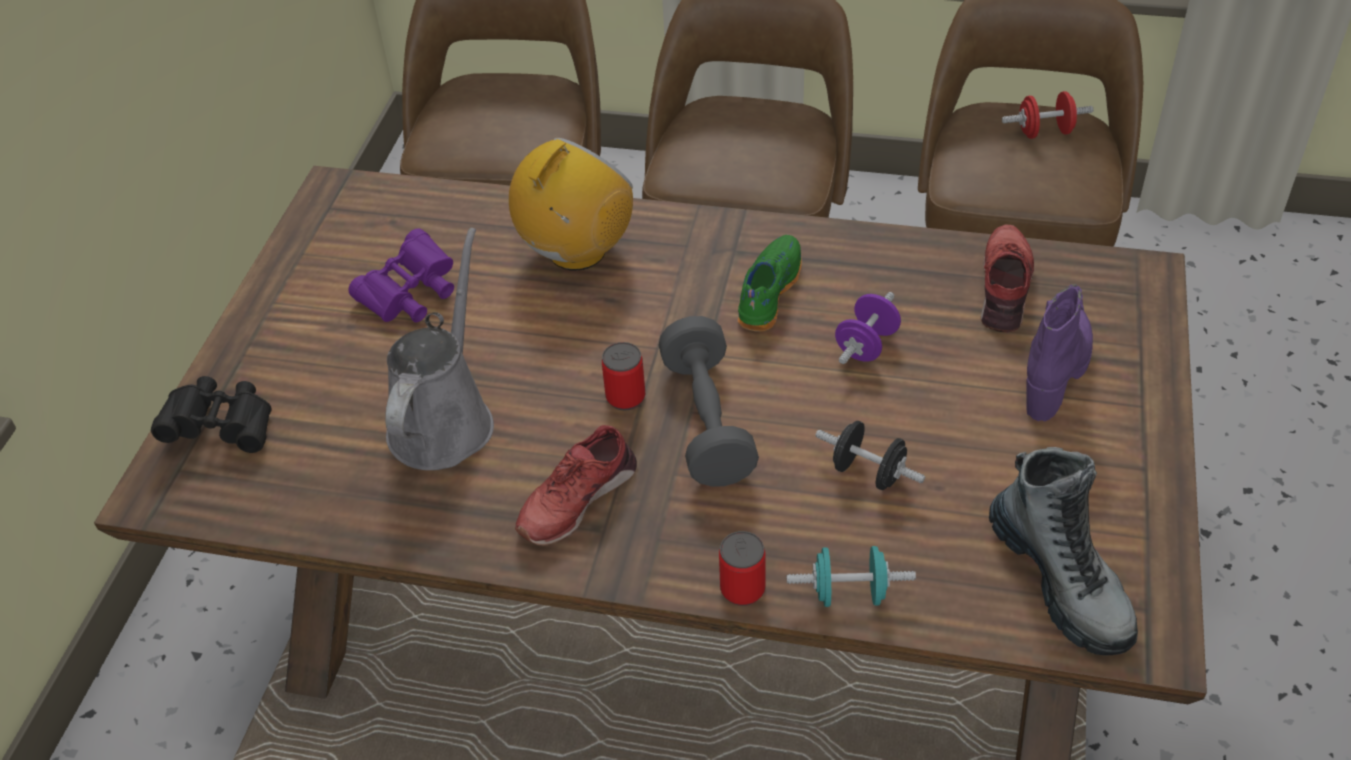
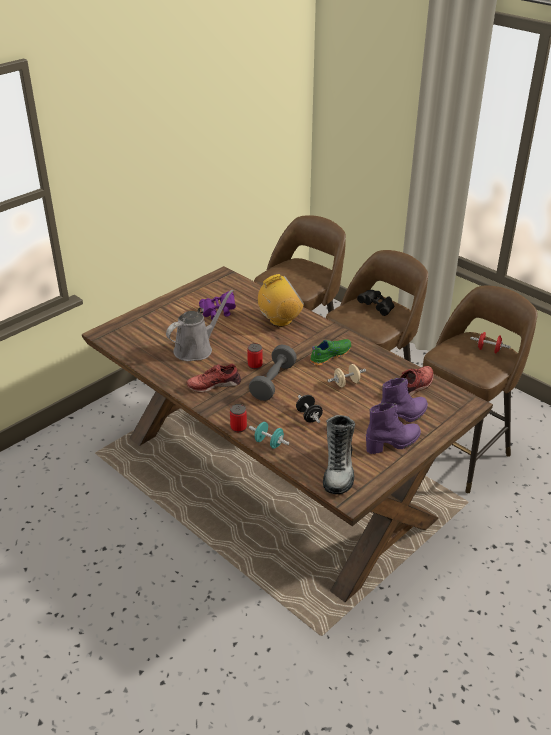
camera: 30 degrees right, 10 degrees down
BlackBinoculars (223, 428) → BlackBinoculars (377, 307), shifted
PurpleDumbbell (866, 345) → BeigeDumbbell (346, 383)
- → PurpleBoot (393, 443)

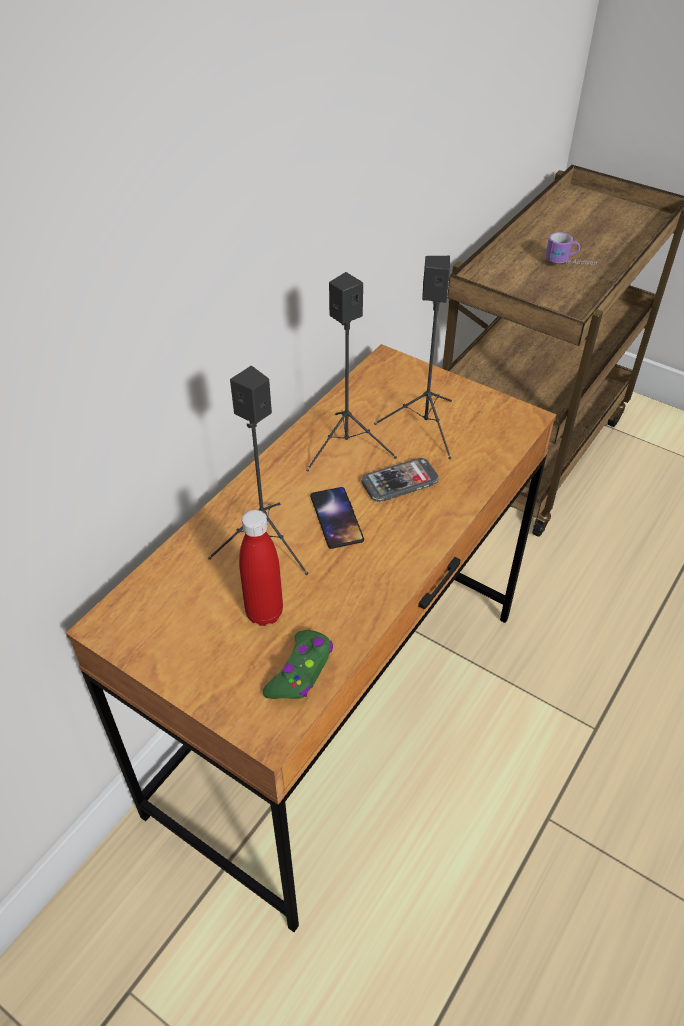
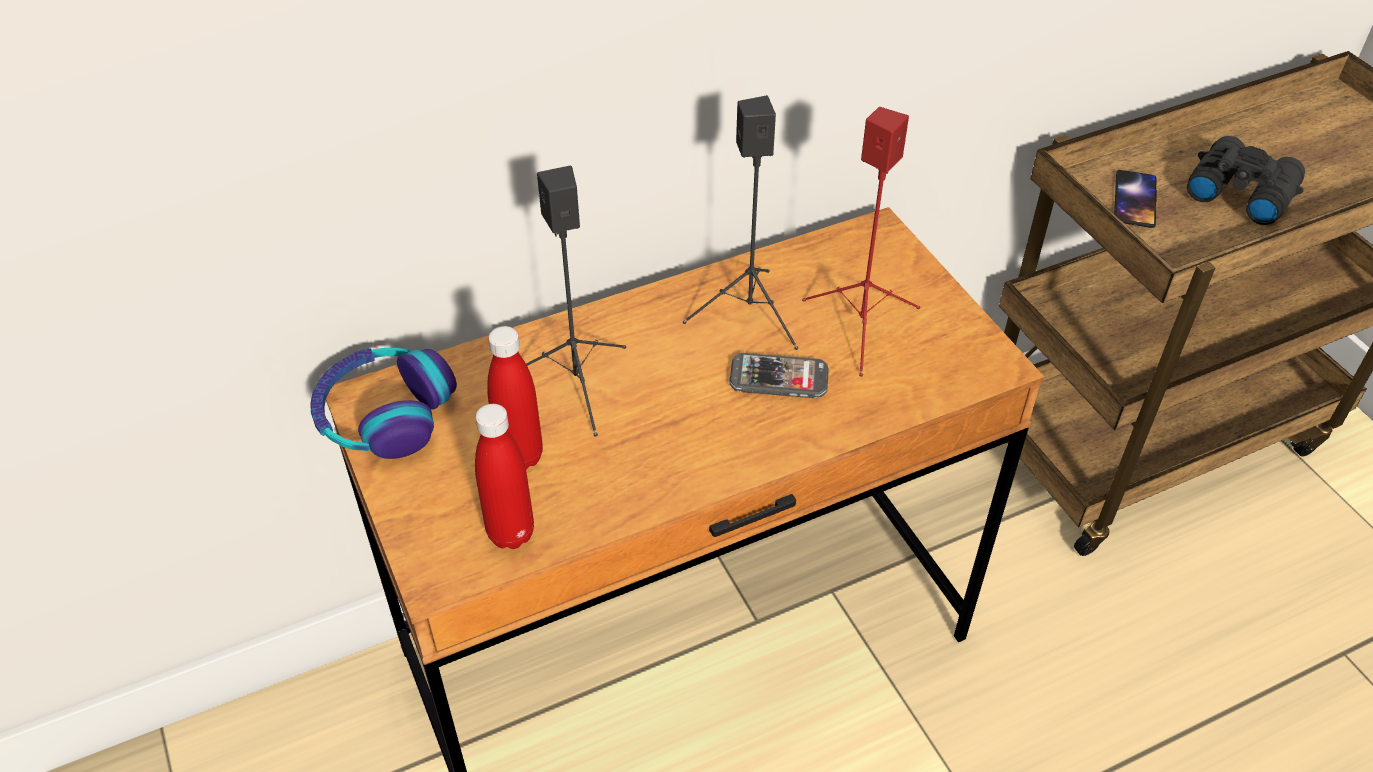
camera: 30 degrees right, 0 degrees up
GreenGameController (300, 671) → RedBottle (511, 533)
Phone (336, 518) → Phone (1135, 199), shifted
BlackSpeaker (425, 426) → RedSpeaker (862, 326)
Mug (570, 264) → BlackBinoculars (1239, 191)
- → Headphones (384, 414)

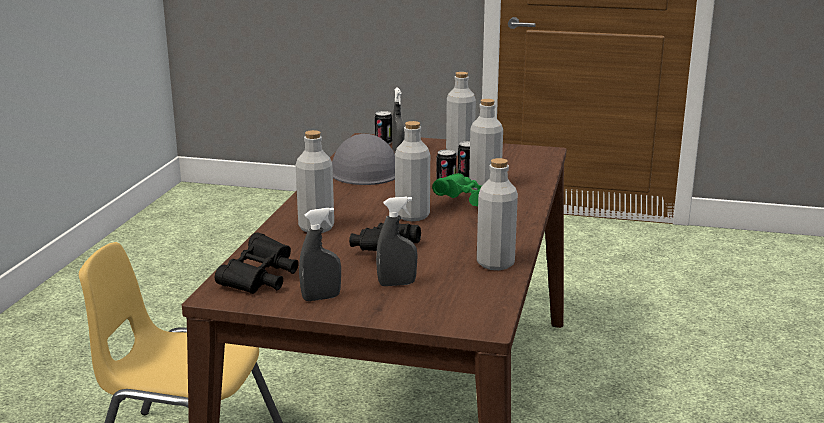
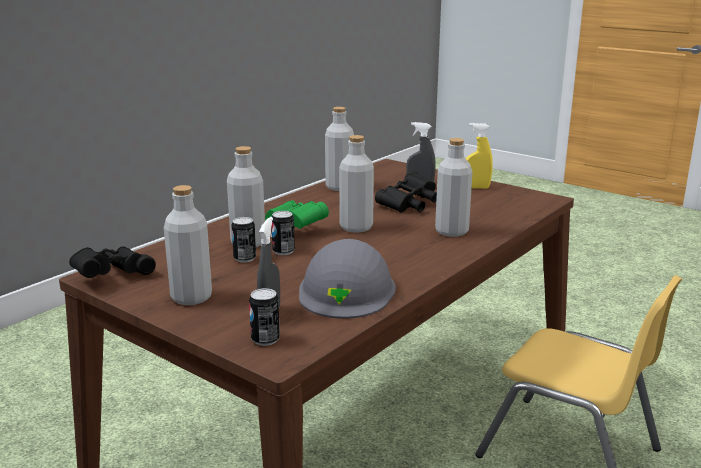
camera: 155 degrees left, 0 degrees up
BlackBinoculars (260, 280) → BlackBinoculars (111, 276), shifted
GreySprayBottle (321, 298) → YellowSprayBottle (476, 187)

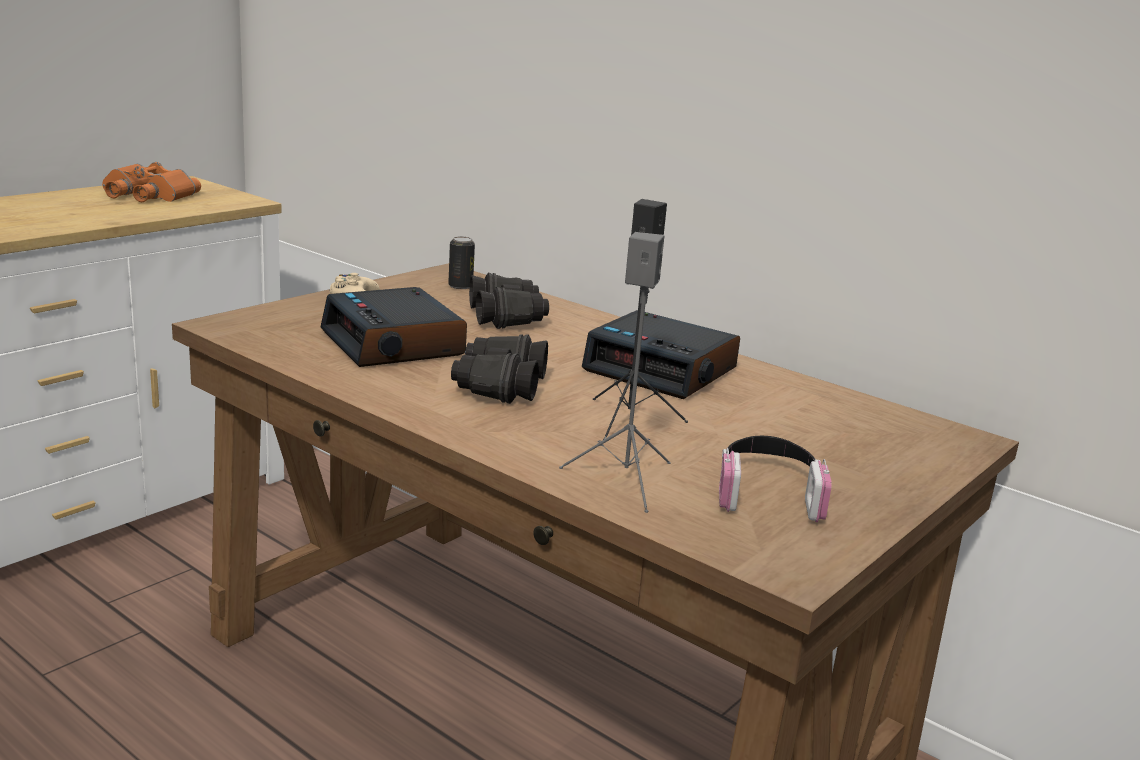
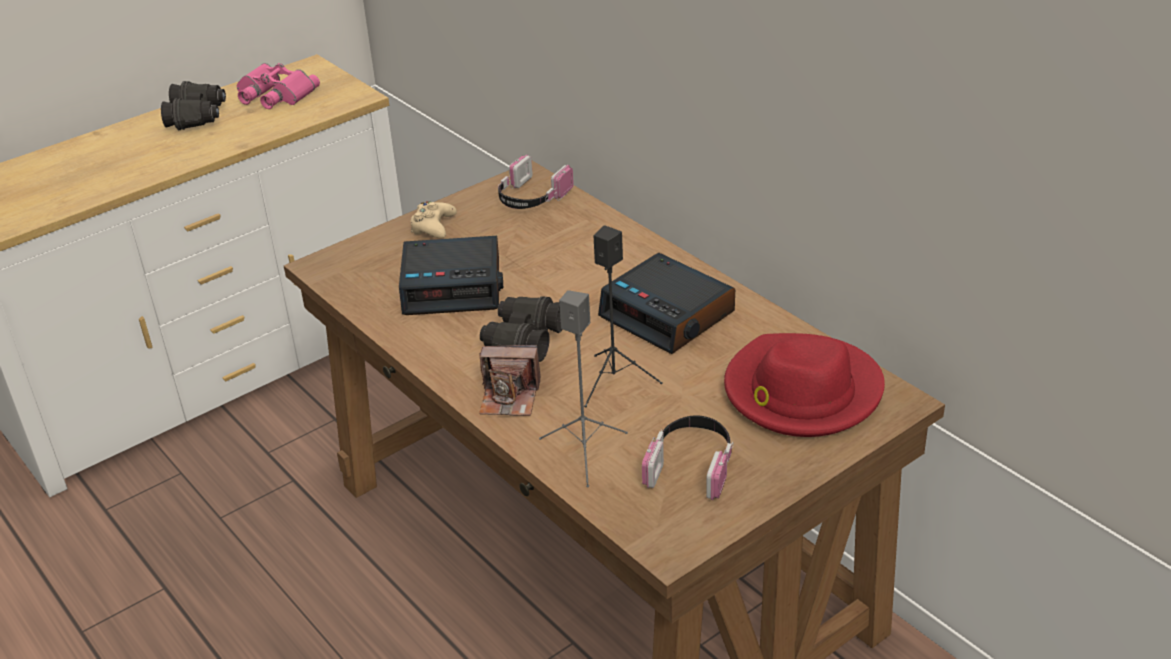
camera: 15 degrees right, 15 degrees up
OrangeBinoculars (146, 195) → PinkBinoculars (274, 95)
AlarmClock (394, 343) → AlarmClock (453, 286), 75 degrees counterclockwise
Can (460, 286) → Headphones (531, 198)
BlackBinoculars (507, 317) → BlackBinoculars (197, 117), shifted
- → PhotoCamera (510, 397)
- → RedHat (801, 391)

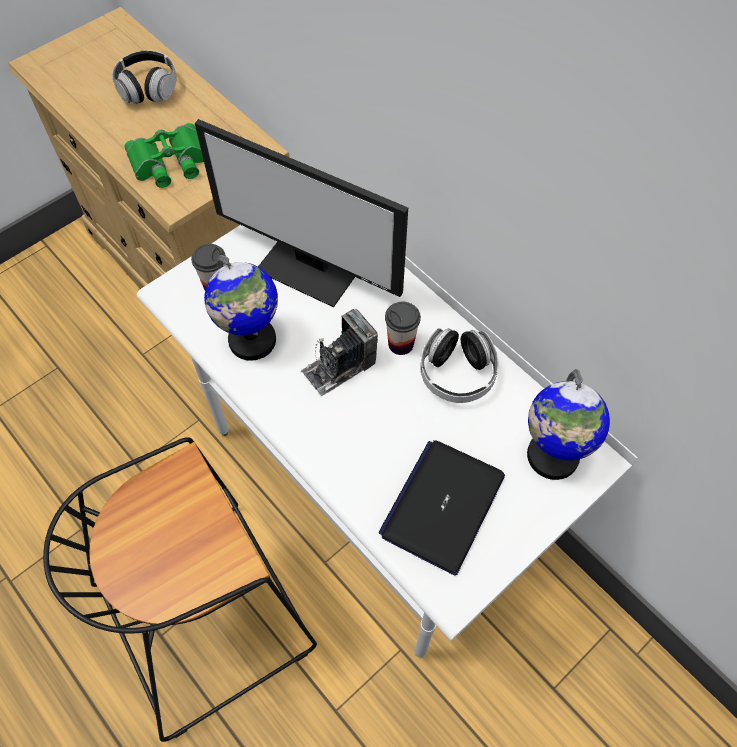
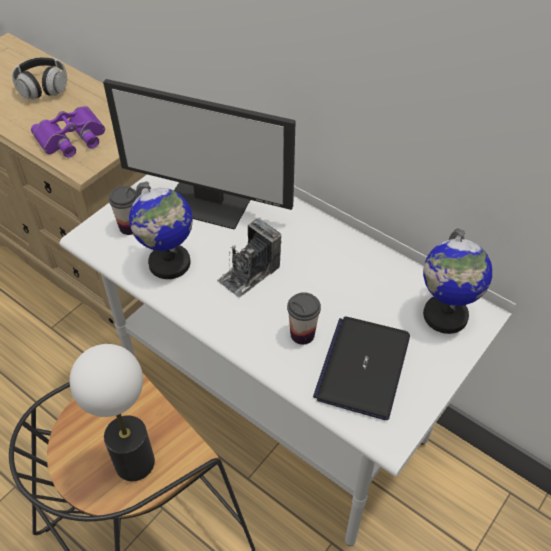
camera: 10 degrees left, 10 degrees down
GreenBinoculars (170, 163) → PurpleBinoculars (72, 138)
Cup (401, 344) → Cup (302, 334), shifted
Headphones (457, 375) → -
- → TableLamp (134, 463)

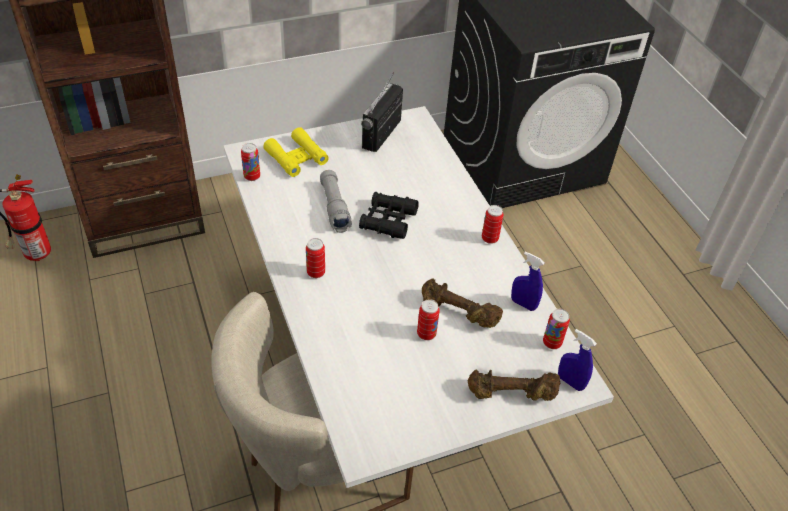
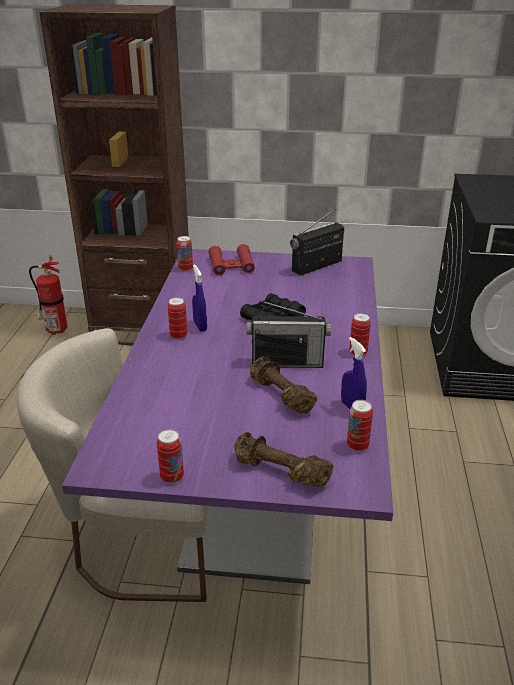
camera: 30 degrees right, 15 degrees down
WhiteDiningTable (386, 373) → PurpleDiningTable (256, 490)
YellowBinoculars (296, 157) → RedBinoculars (231, 265)
GreyFlashlight (334, 207) → -
Can (426, 334) → Can (172, 477), shifted
BlueSprayBottle (570, 382) → BlueSprayBottle (200, 326), shifted
- → Radio (287, 362)

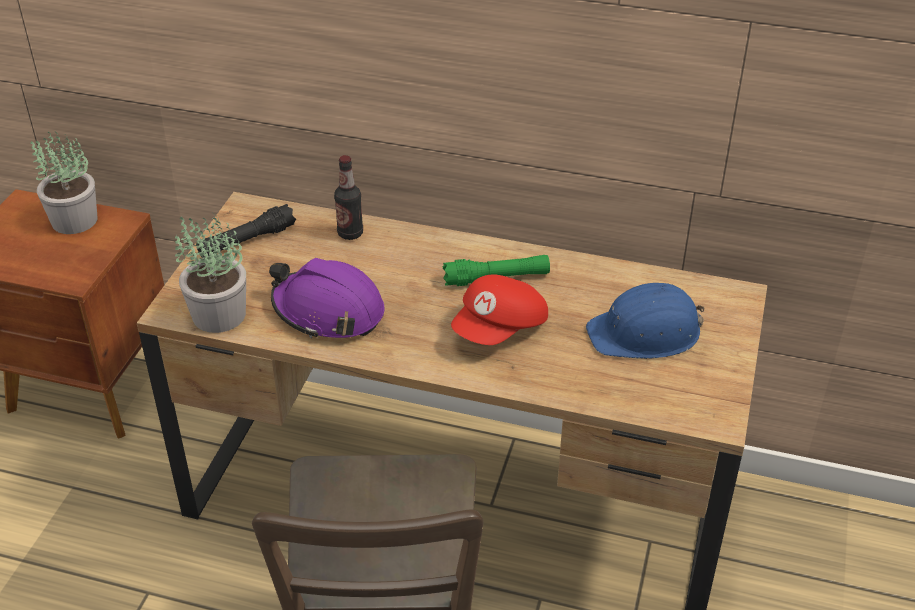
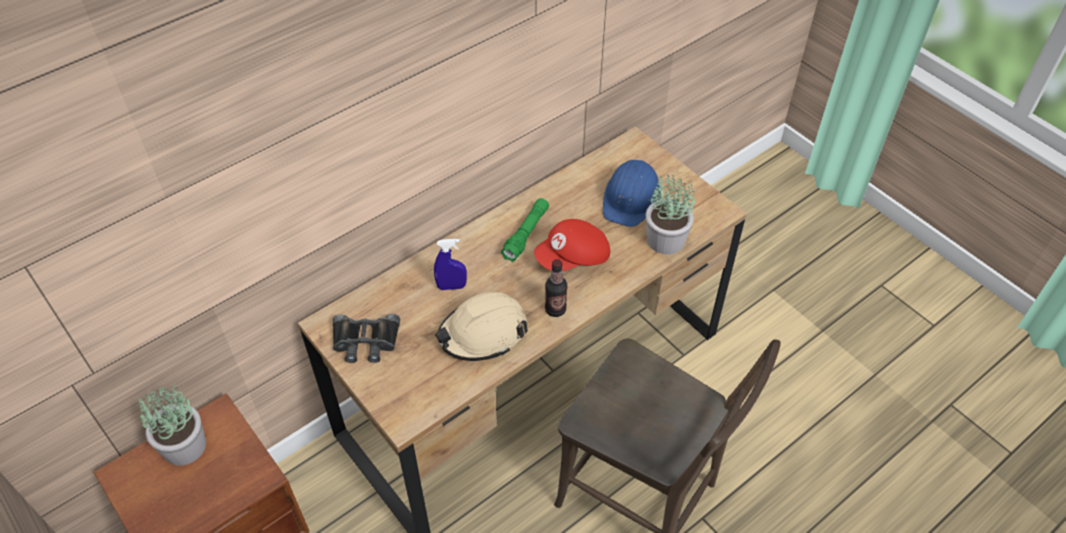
camera: 55 degrees left, 10 degrees up
PottedPlant (217, 315) → PottedPlant (665, 240), shifted
BlackFlashlight (247, 241) → BlackBinoculars (365, 342)
PurpleHardHat (328, 311) → BeigeHardHat (483, 333)
Bottle (350, 233) → Bottle (555, 309), shifted
RedCap (500, 329) → RedCap (573, 258), 75 degrees clockwise
- → BlueSprayBottle (451, 286)

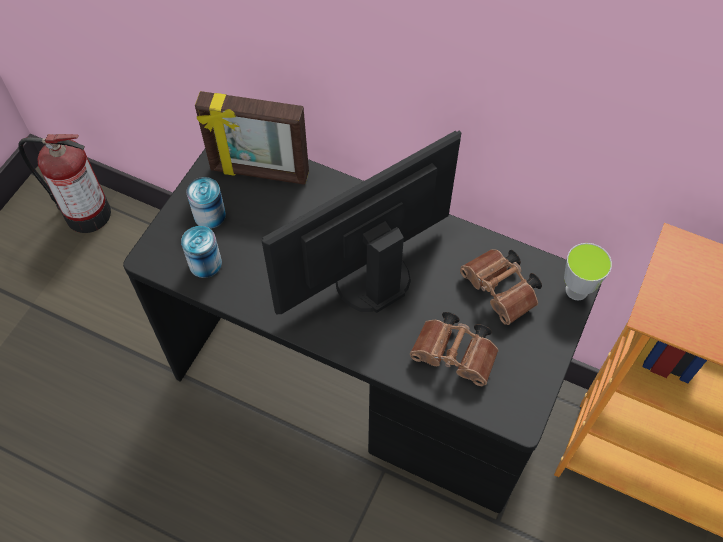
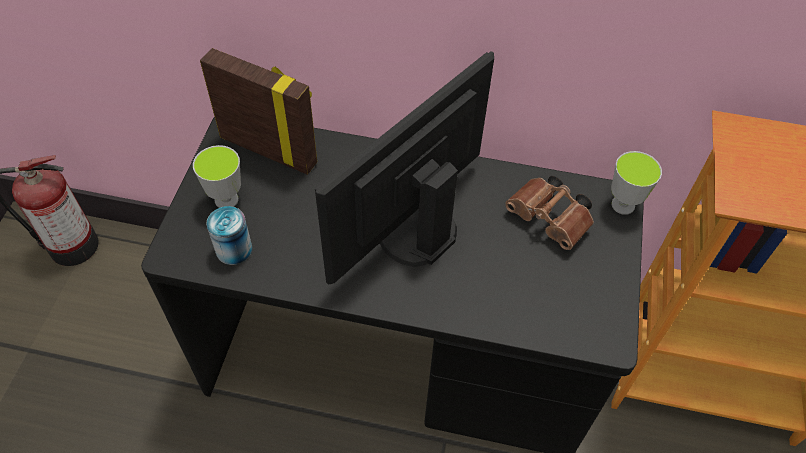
camera: 15 degrees left, 5 degrees down
Can (209, 215) → Cup (226, 200)
PictureFrame (259, 173) → PictureFrame (269, 149), 150 degrees counterclockwise
BrownBinoculars (457, 356) → -

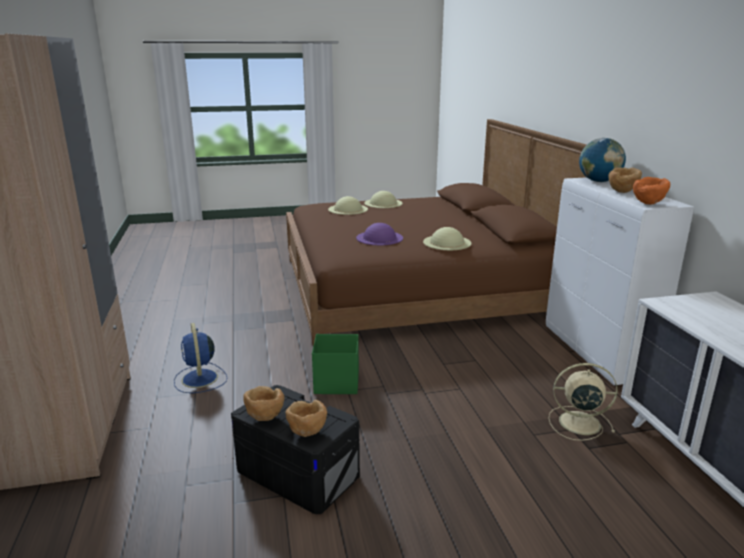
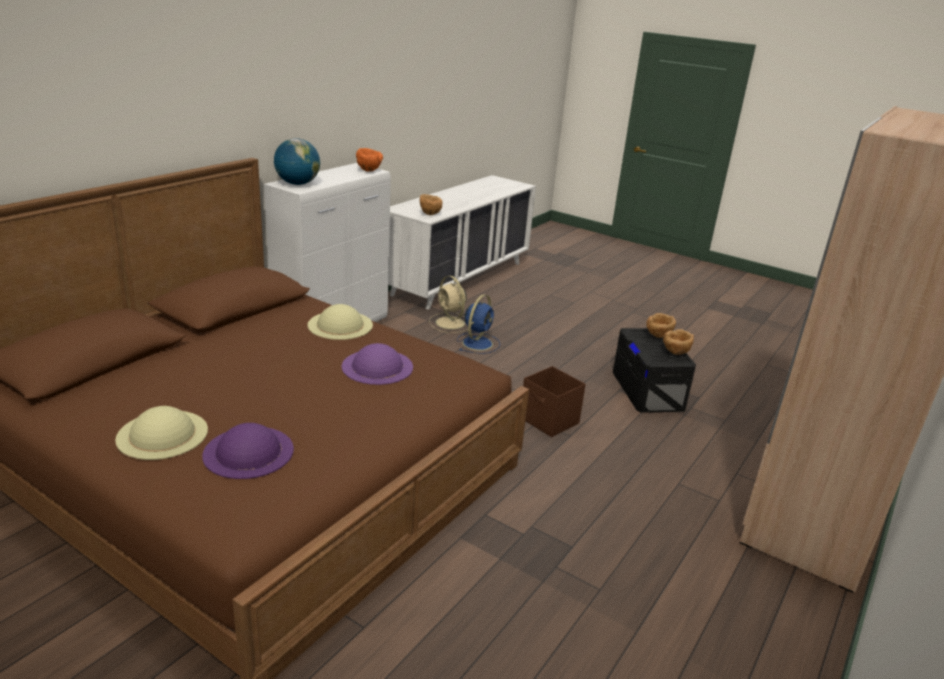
camera: 135 degrees left, 5 degrees up
BlueFan (200, 379) → BlueFan (478, 343), shifted
GreenStorageBox (336, 383) → BrownStorageBox (549, 421)
BeigeHat (348, 209) → PurpleHat (248, 452)
BrownBowl (622, 192) → BrownBowl (430, 214), shifted

